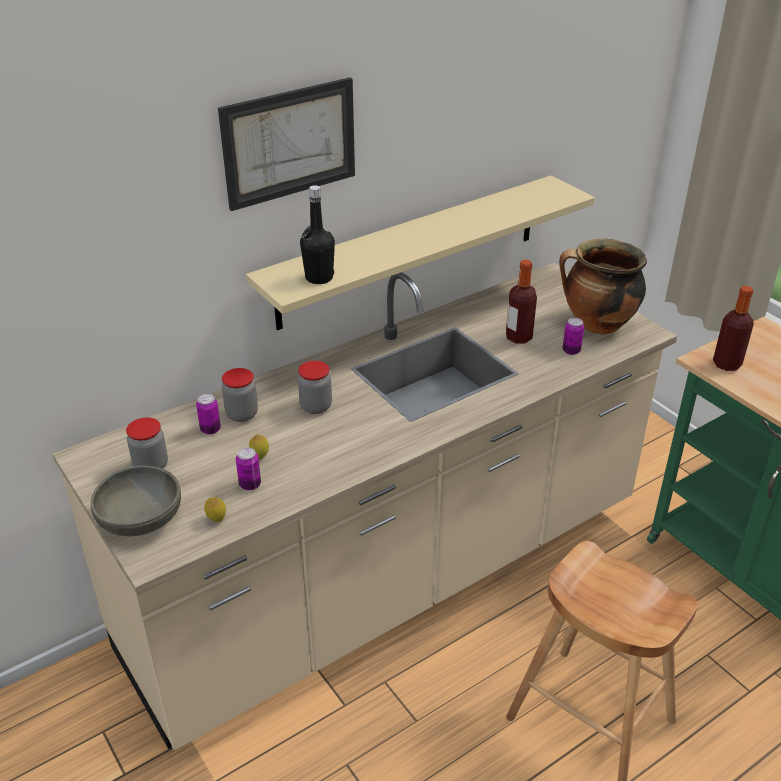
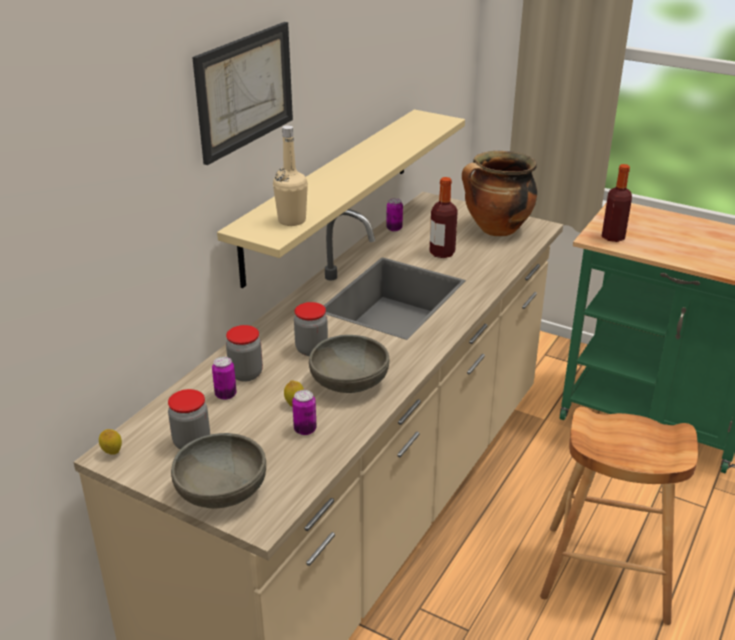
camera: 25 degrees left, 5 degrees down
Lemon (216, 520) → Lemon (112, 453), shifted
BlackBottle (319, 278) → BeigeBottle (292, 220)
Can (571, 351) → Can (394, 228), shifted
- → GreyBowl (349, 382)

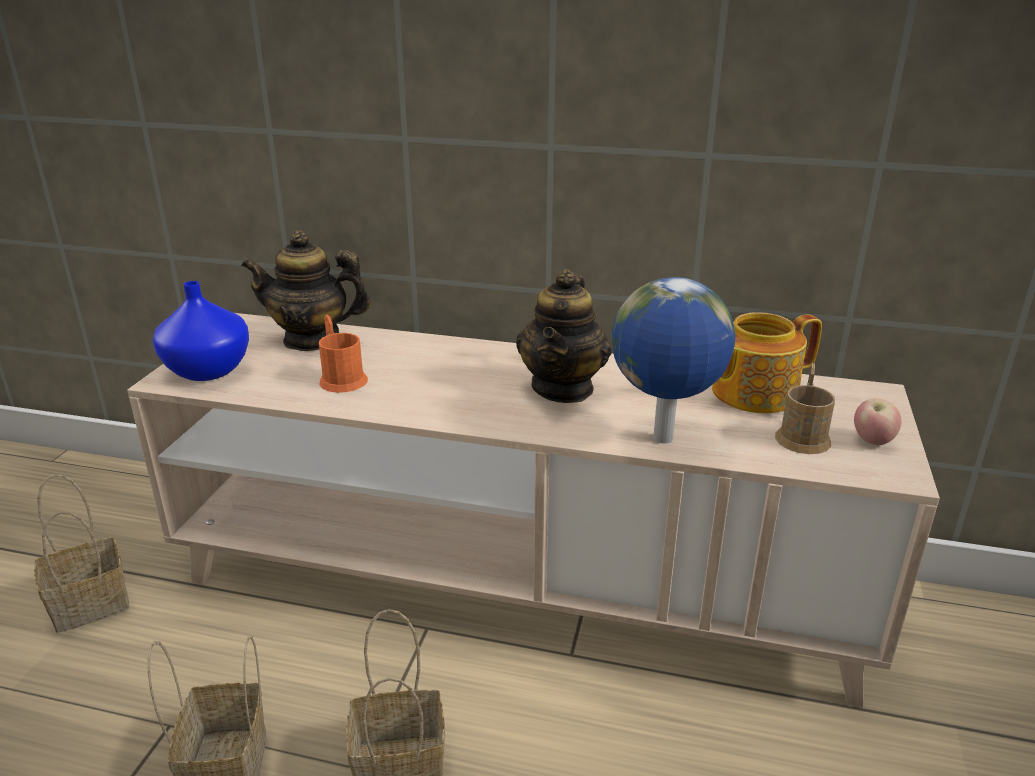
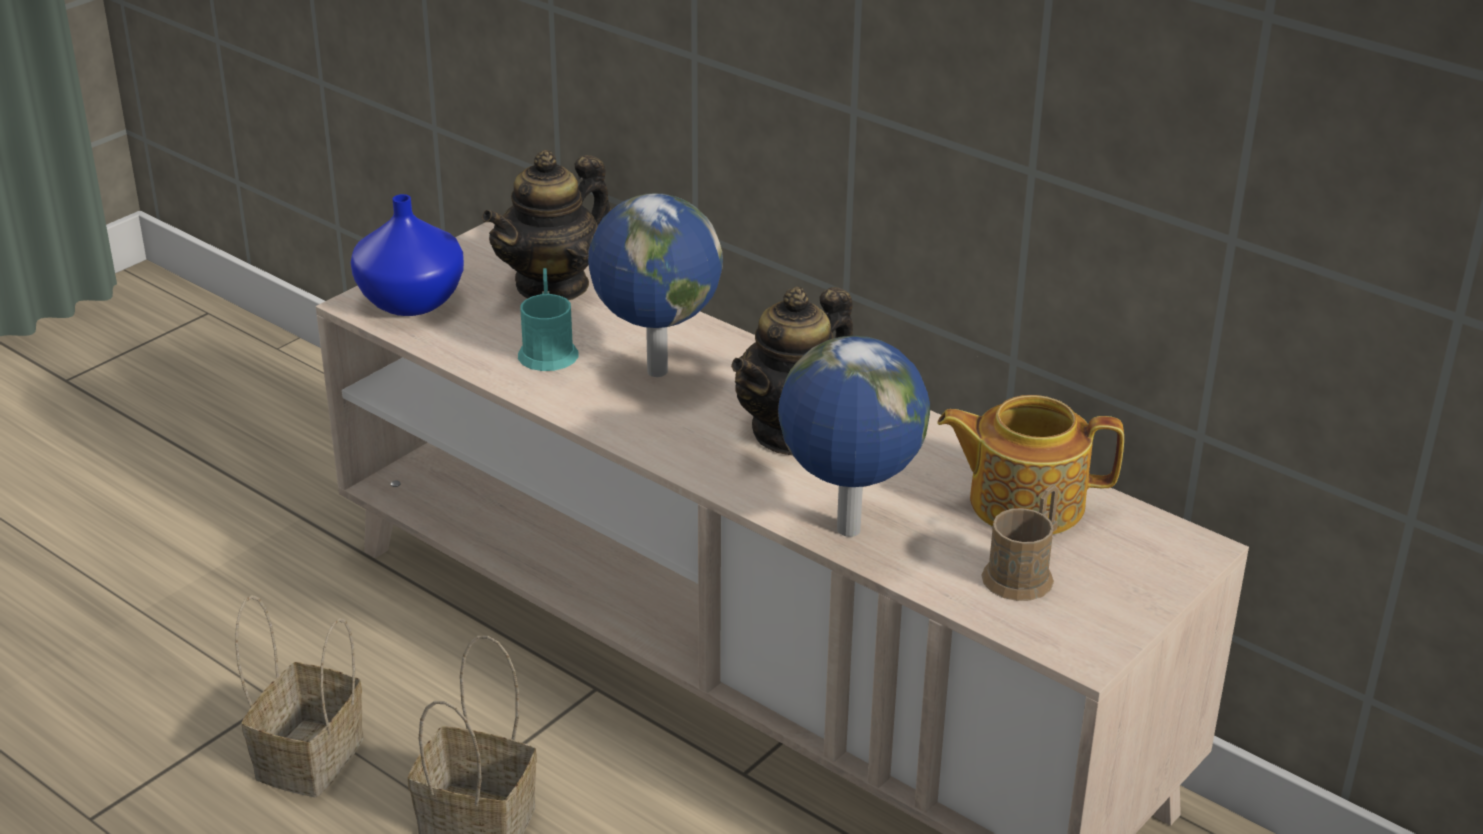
camera: 25 degrees right, 5 degrees up
Basket (93, 603) → -
Teapot (312, 339) → Teapot (552, 285), 75 degrees counterclockwise
OrangeMug (341, 378) → TurquoiseMug (548, 349)
Apple (872, 441) → -
- → Globe (654, 371)

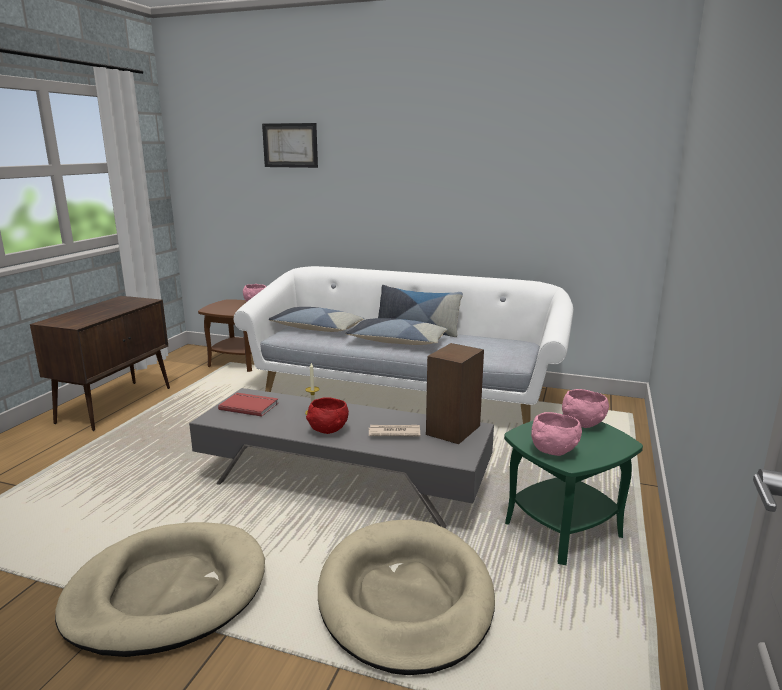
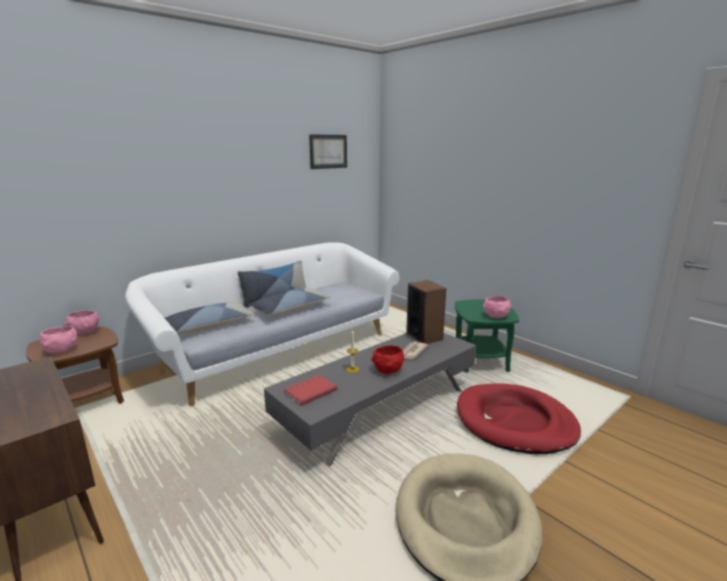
camera: 60 degrees left, 0 degrees up
Picture (290, 145) → Picture (328, 151), shifted
BeigeDogBed (405, 598) → RedDogBed (515, 422)
PinkBowl (582, 425) → PinkBowl (61, 351), shifted

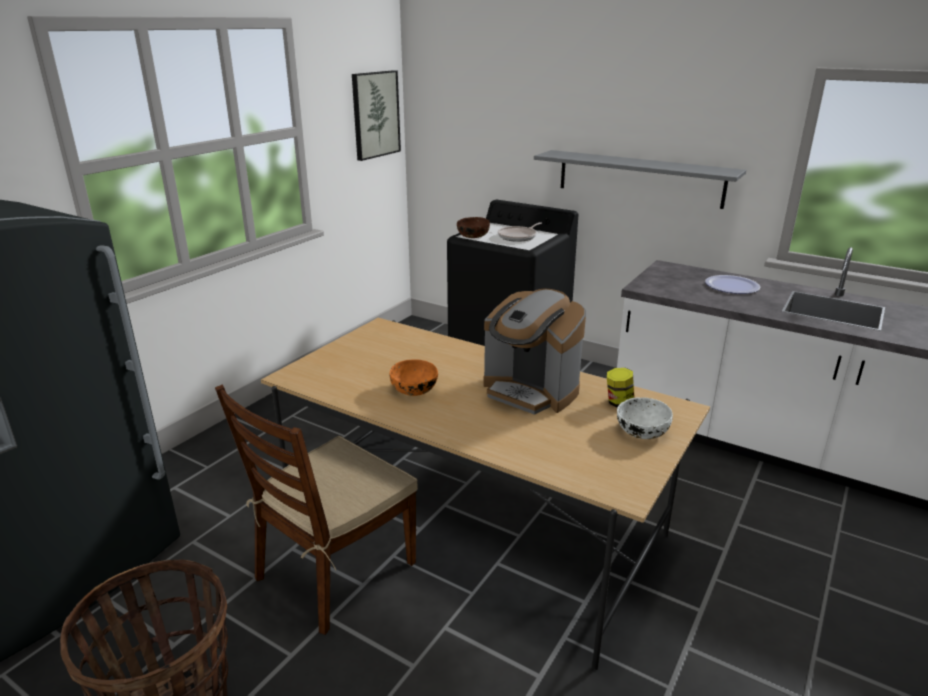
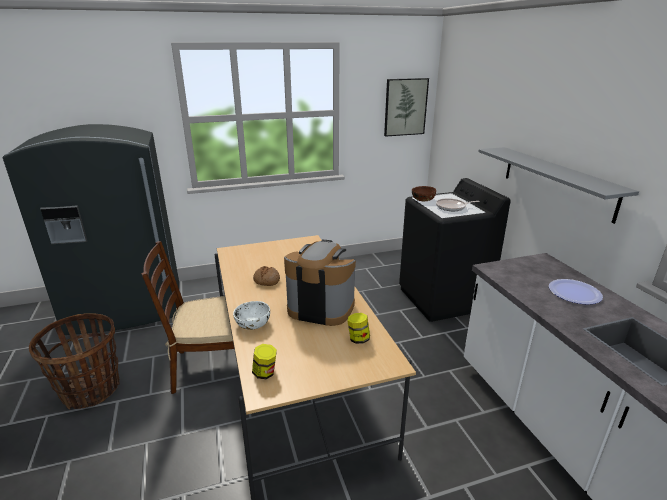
camera: 40 degrees right, 0 degrees up
OrangeBowl (414, 390) → Bread (266, 280)
CoffeeMachine (530, 391) → CoffeeMachine (320, 308), 120 degrees clockwise
WhiteBowl (641, 431) → WhiteBowl (252, 323), shifted
- → Jar (265, 373)

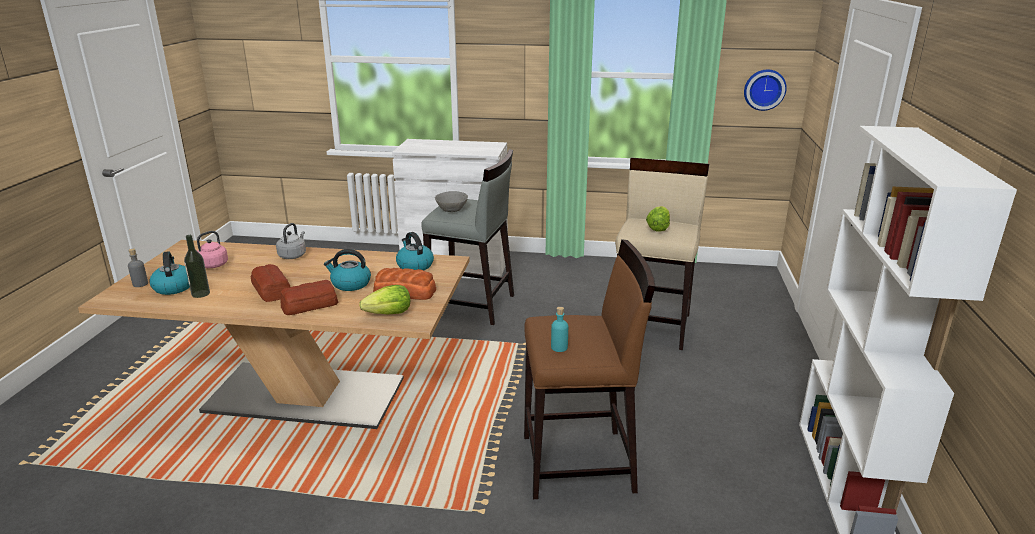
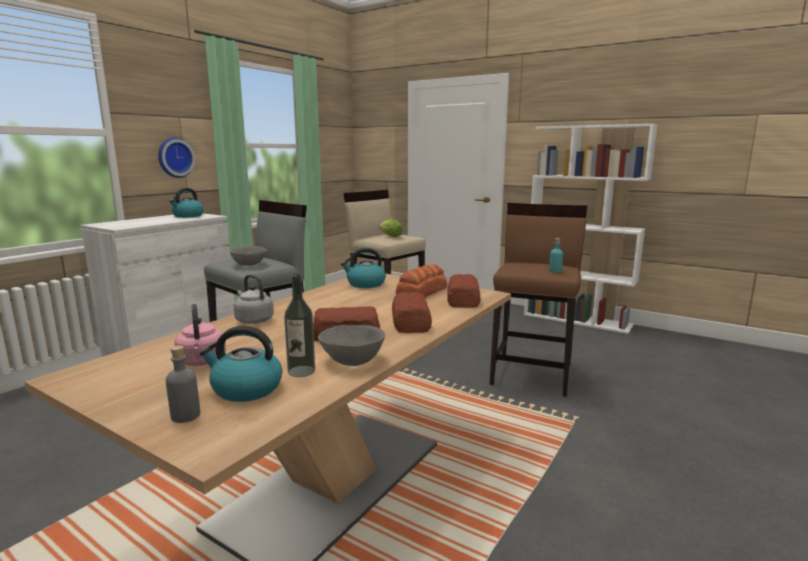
camera: 65 degrees left, 10 degrees down
Kettle (350, 284) → Kettle (187, 216), shifted
Lettuce (389, 314) → Bread (463, 299)
WallClock (764, 89) → WallClock (174, 157), shifted
- → GreyBowl (353, 360)

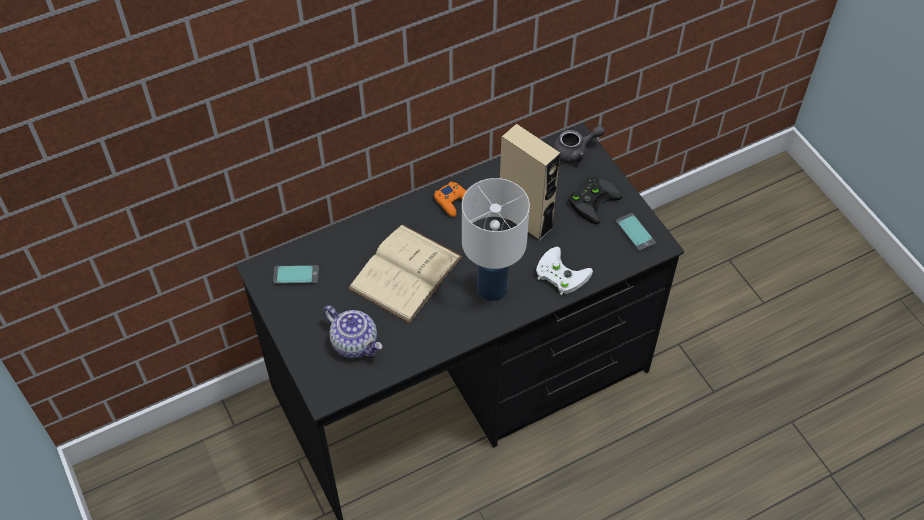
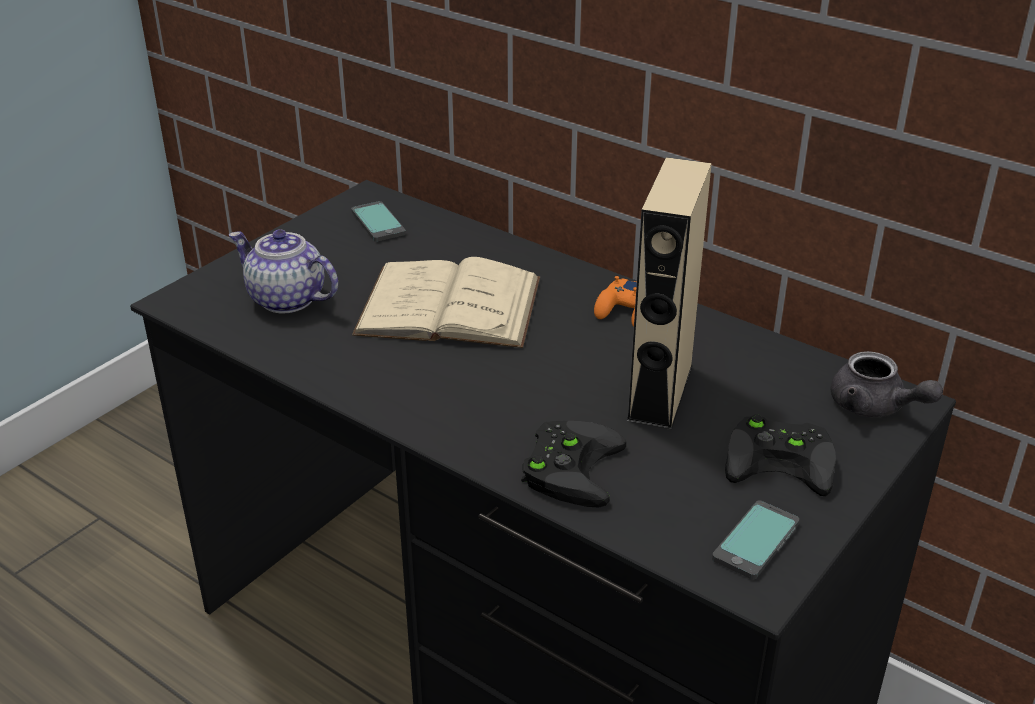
camera: 65 degrees right, 20 degrees down
Teapot (355, 343) → Teapot (285, 299), 105 degrees clockwise
WhiteTableLamp (492, 289) → -
WhiteGameController (559, 274) → BlackGameController (569, 465)

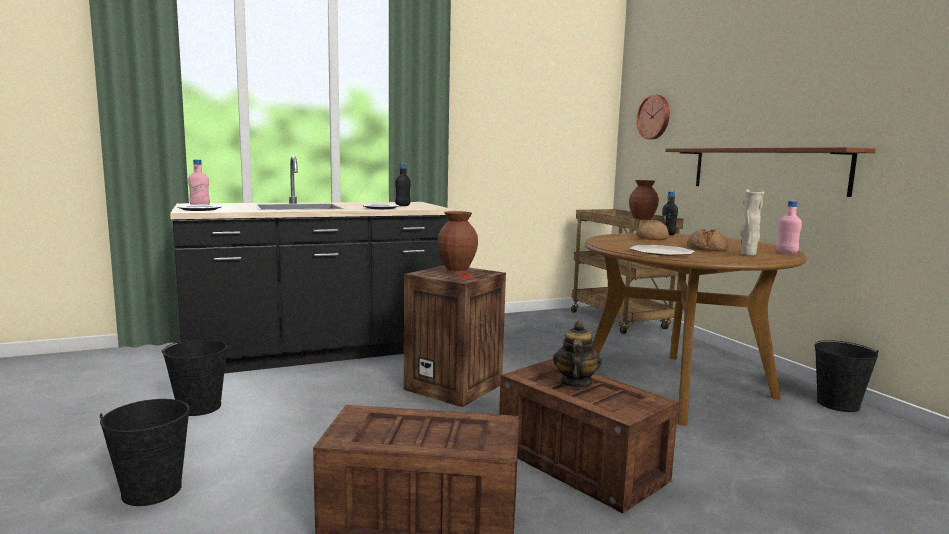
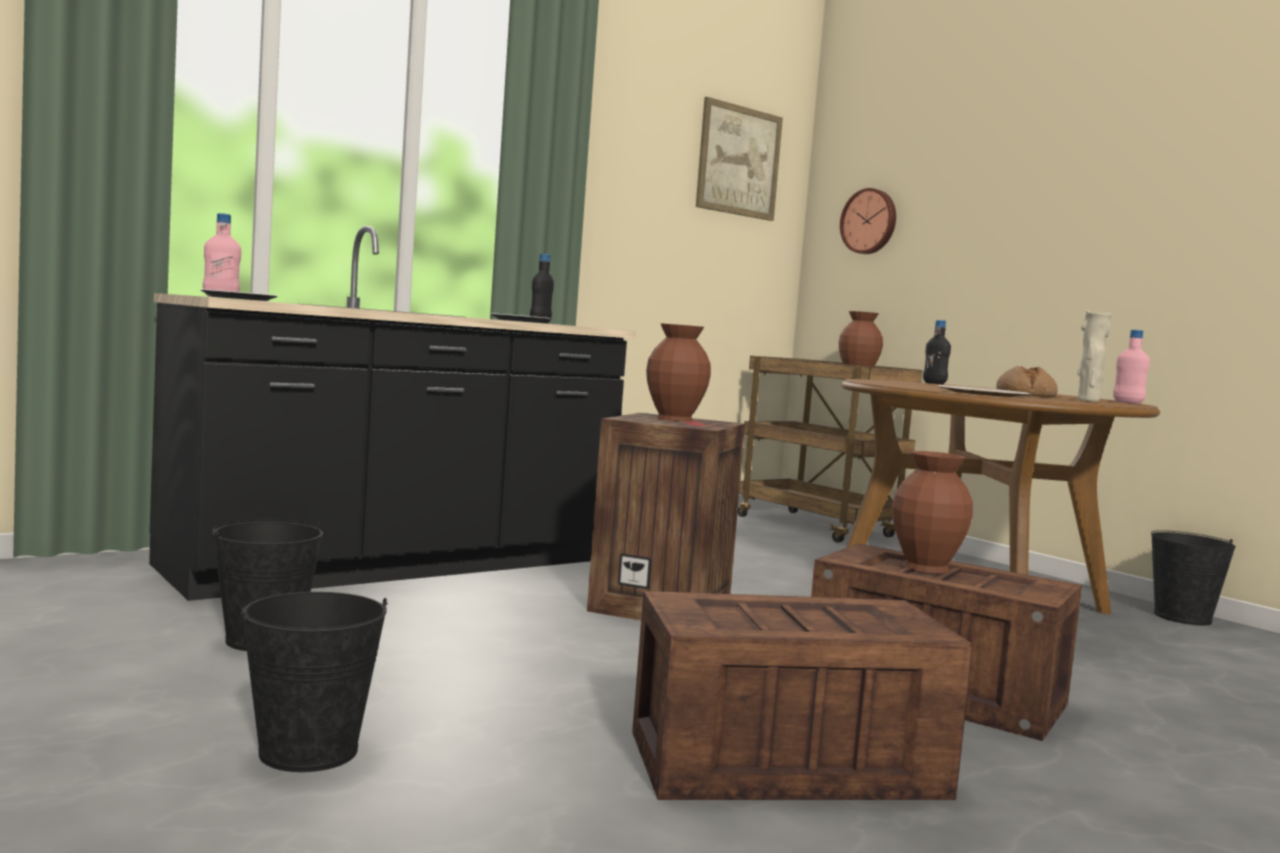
camera: 15 degrees left, 5 degrees down
Teapot (575, 383) → BrownVase (926, 567)
Bread (652, 238) → -
BrownShelf (765, 170) → -
- → Picture (738, 161)

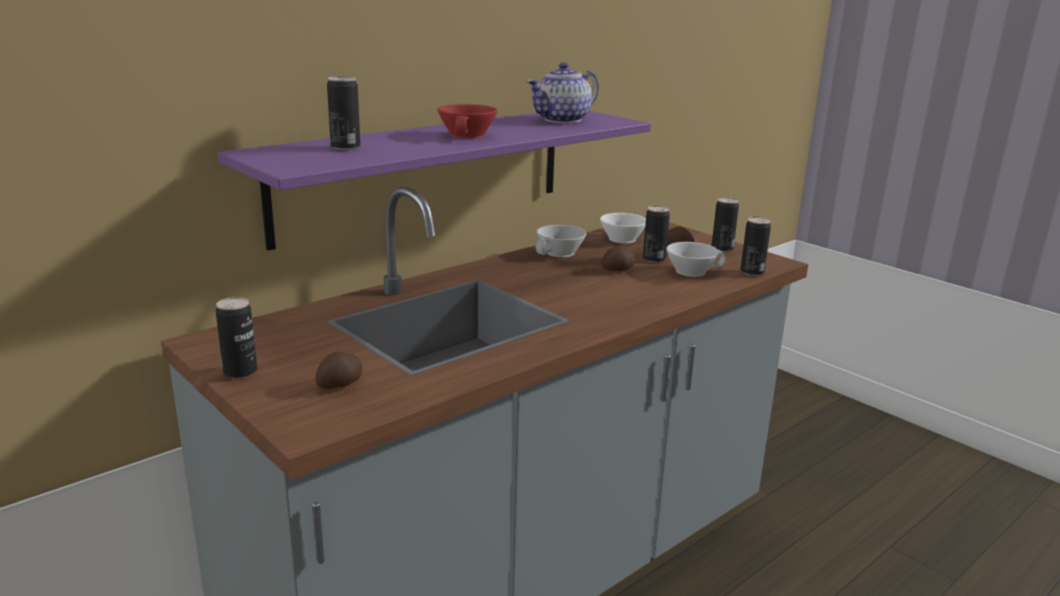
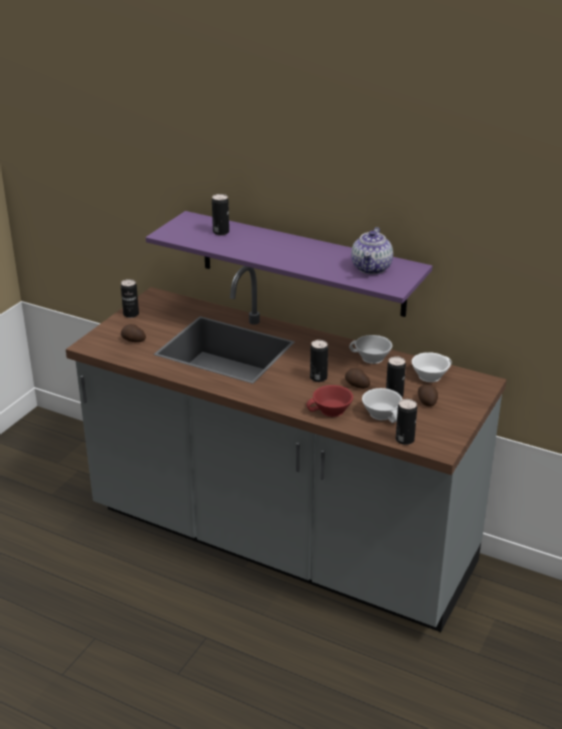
camera: 70 degrees right, 10 degrees up
RedCup (469, 135) → RedCup (331, 411), shifted
Teapot (562, 120) → Teapot (372, 268), 105 degrees counterclockwise
Can (722, 248) → Can (318, 378), shifted

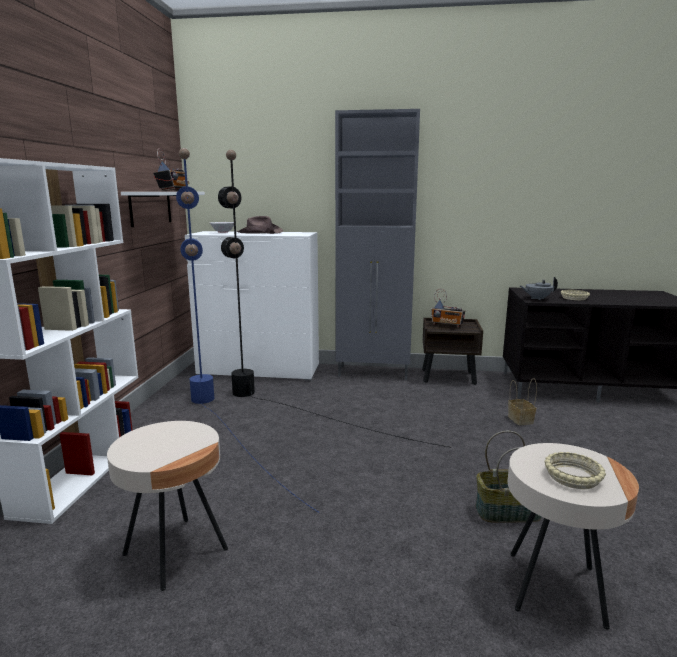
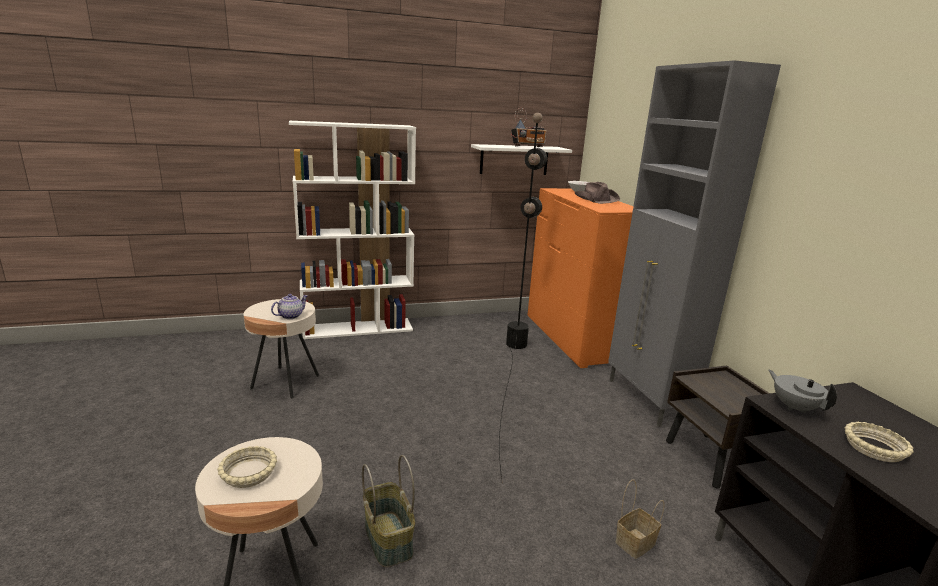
camera: 65 degrees right, 5 degrees up
BlueFloorLamp (224, 422) → -
WhiteDresser (259, 370) → OrangeDresser (571, 338)
Radio (447, 325) → -
- → Teapot (290, 316)

